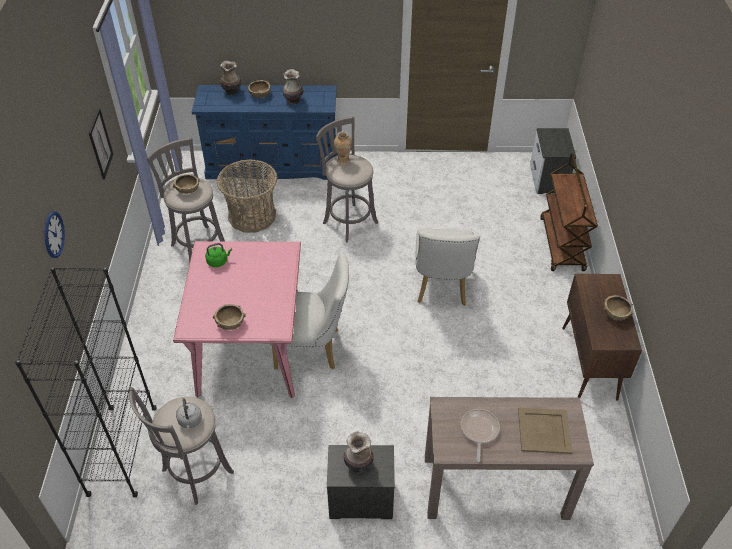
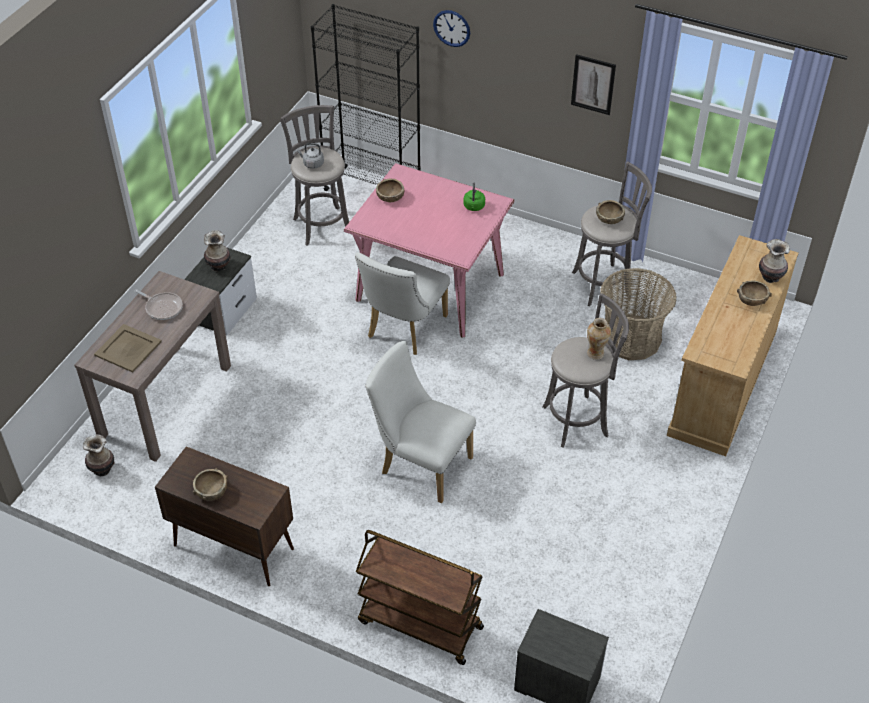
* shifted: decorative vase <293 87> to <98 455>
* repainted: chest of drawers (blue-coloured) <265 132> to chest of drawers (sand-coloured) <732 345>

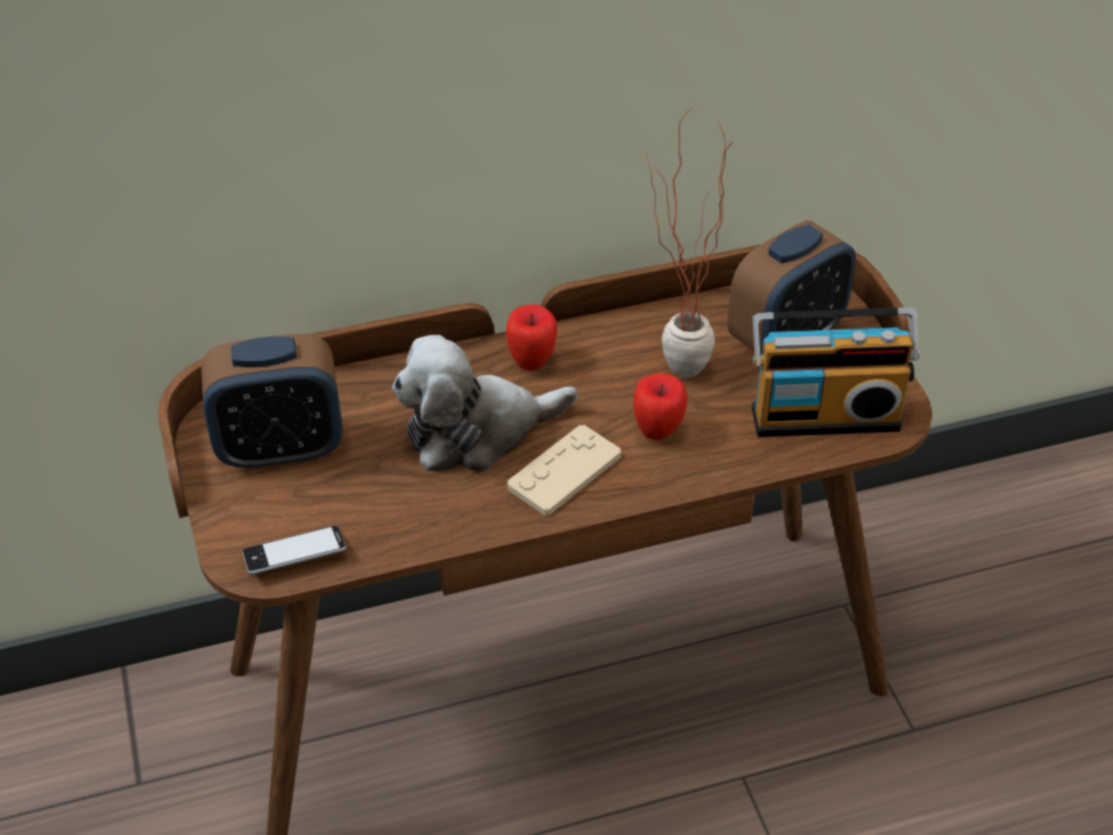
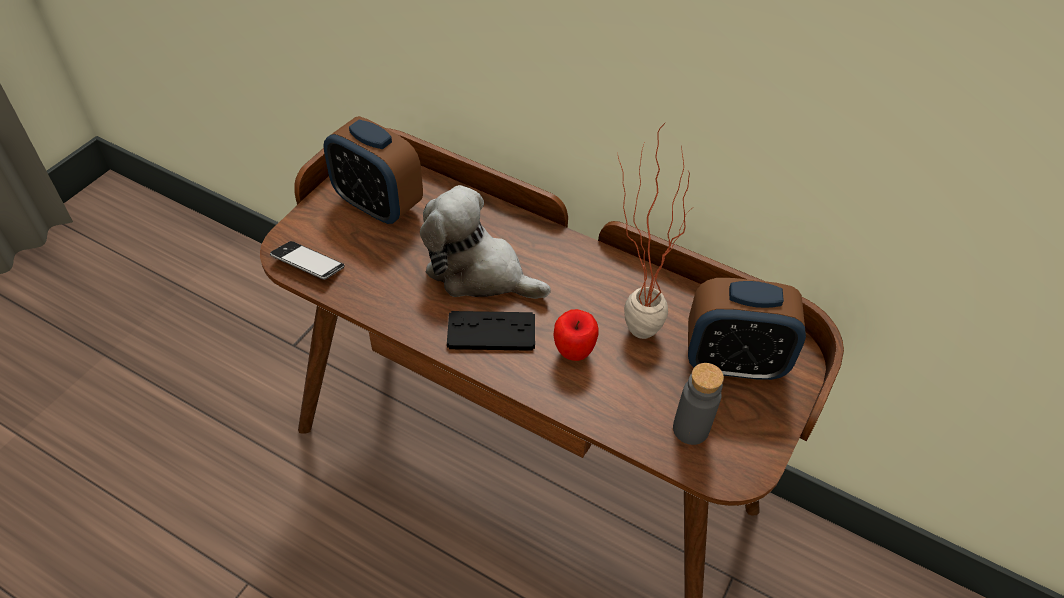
* repainted: game controller (sand-coloured) <564 470> to game controller (black) <491 331>
* swapped: radio receiver <836 372> to drink bottle (gray) <698 404>
* gone: apple <531 337>

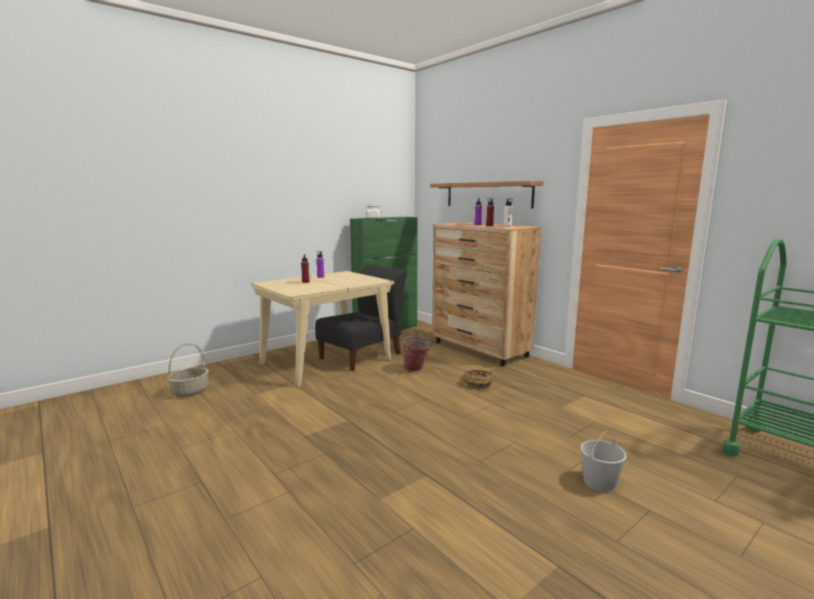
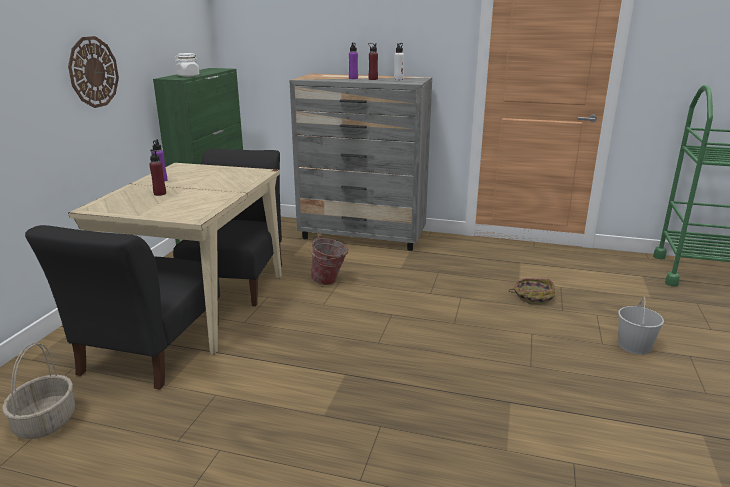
* new: chair (black) <122 307>
* new: clock on the wall <93 72>
* repainted: chest of drawers (brownish) <486 294> to chest of drawers (gray) <361 162>
* shifted: storage basket <478 379> to <531 291>
* gone: shelf <486 195>

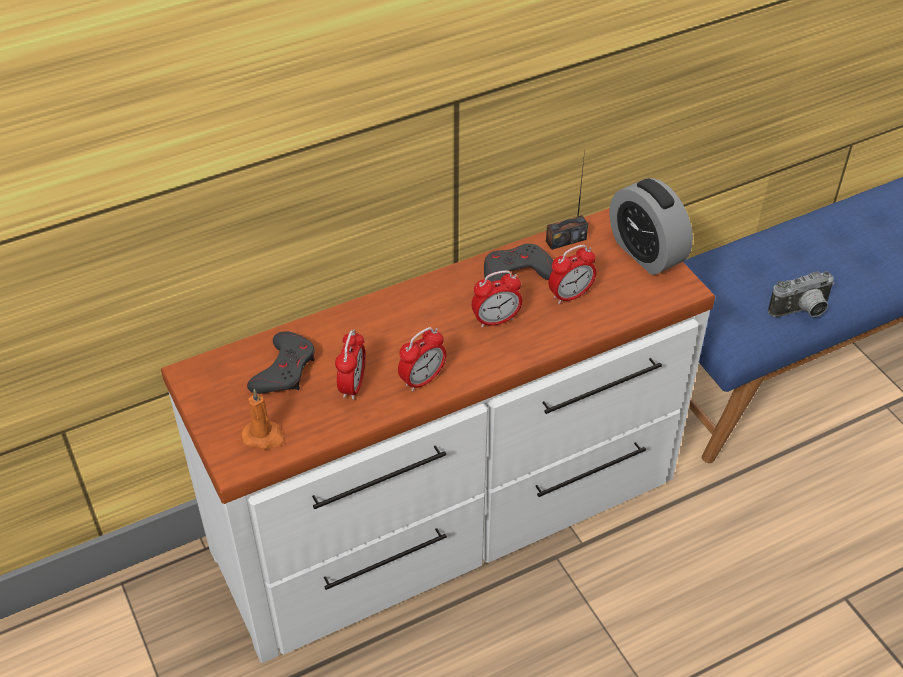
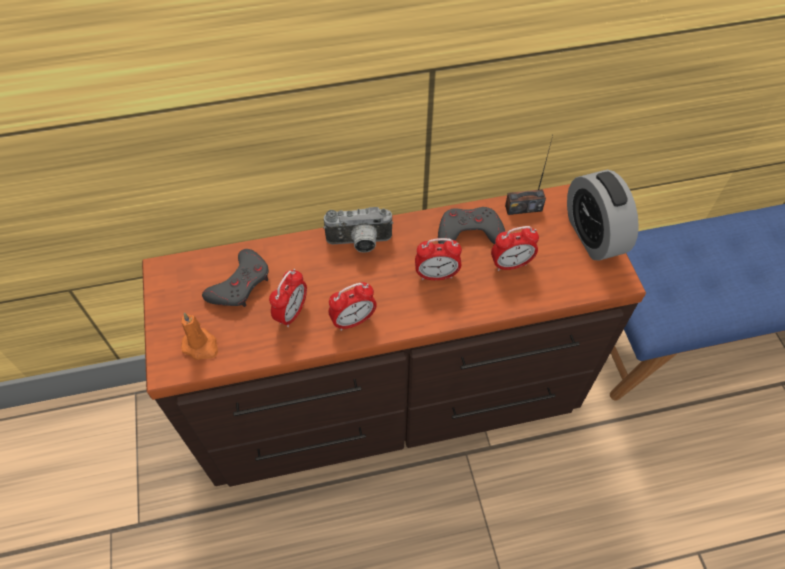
* repainted: chest of drawers (white-coloured) <438 435> to chest of drawers (brownish) <394 335>
* shifted: still camera <801 294> to <358 230>

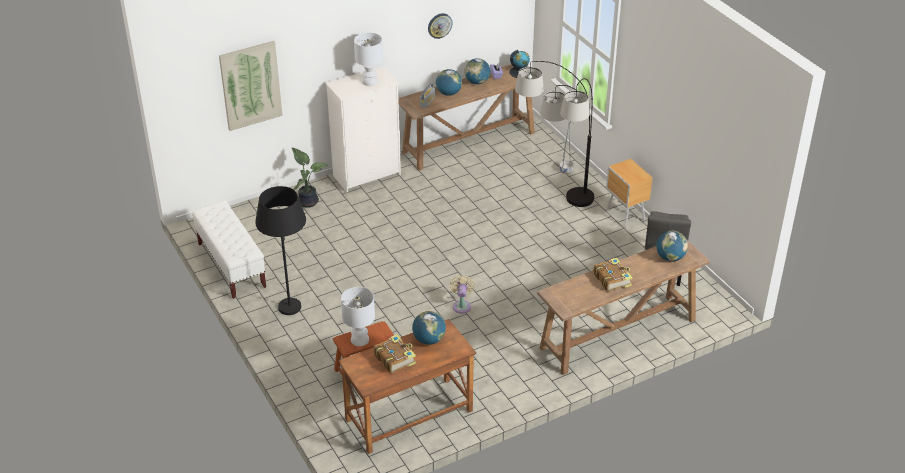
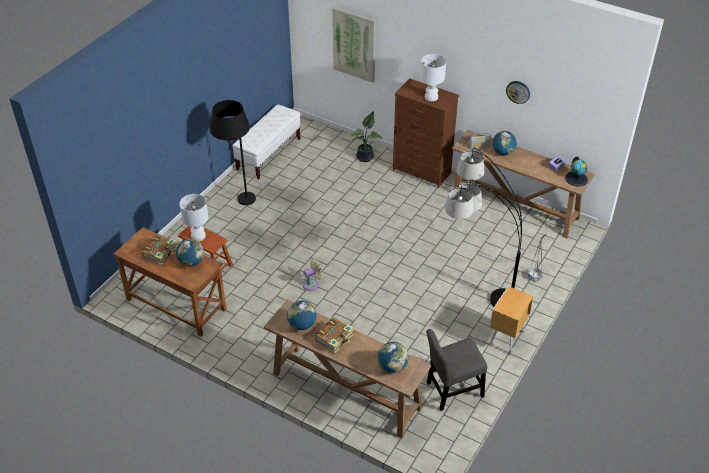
* shifted: world globe <477 71> to <301 315>
* repainted: chest of drawers (white-coloured) <363 129> to chest of drawers (brownish) <426 133>

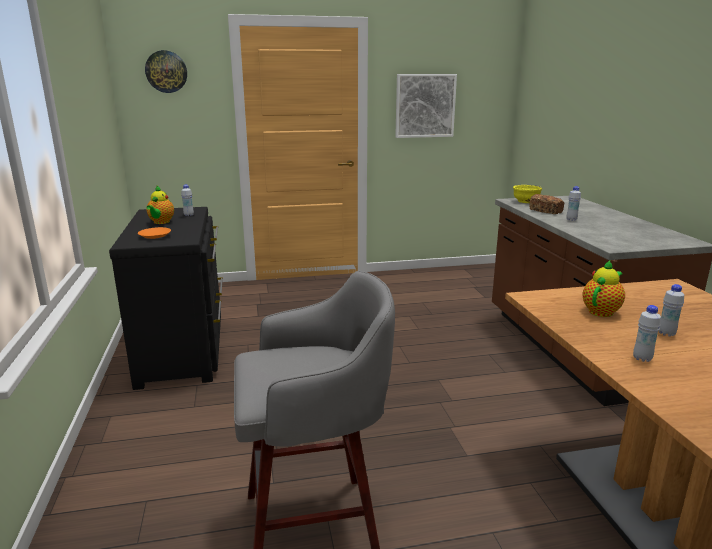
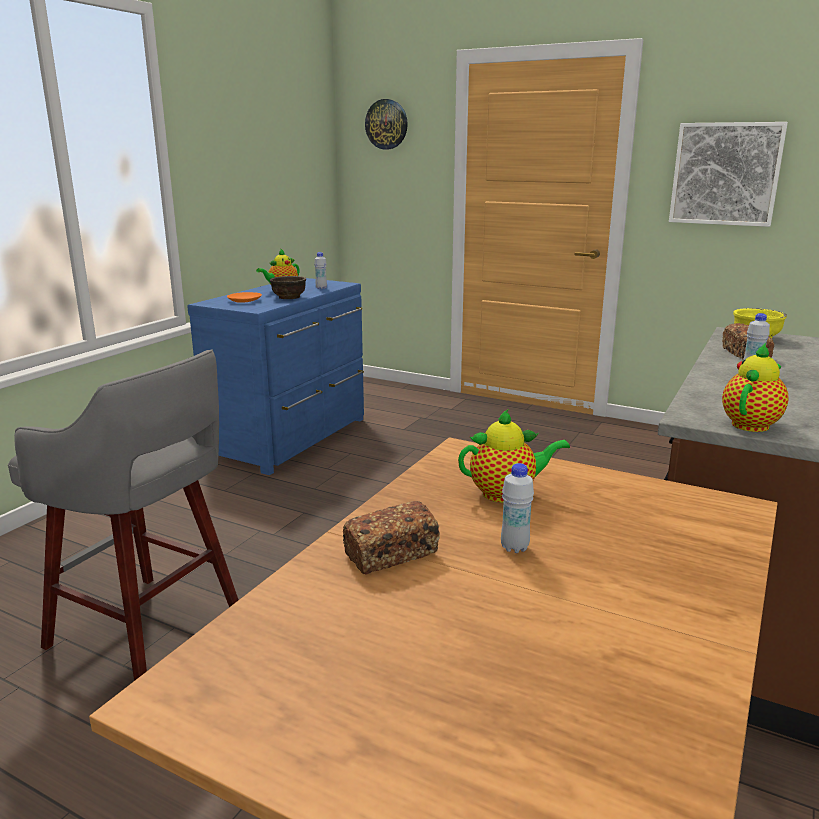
* repainted: chest of drawers (black) <166 298> to chest of drawers (blue-coloured) <275 376>
* new: deep dish (brownish) <288 287>
* swapped: drink bottle (white-coloured) <647 333> to baked bread <391 537>
* new: tea pot <755 387>

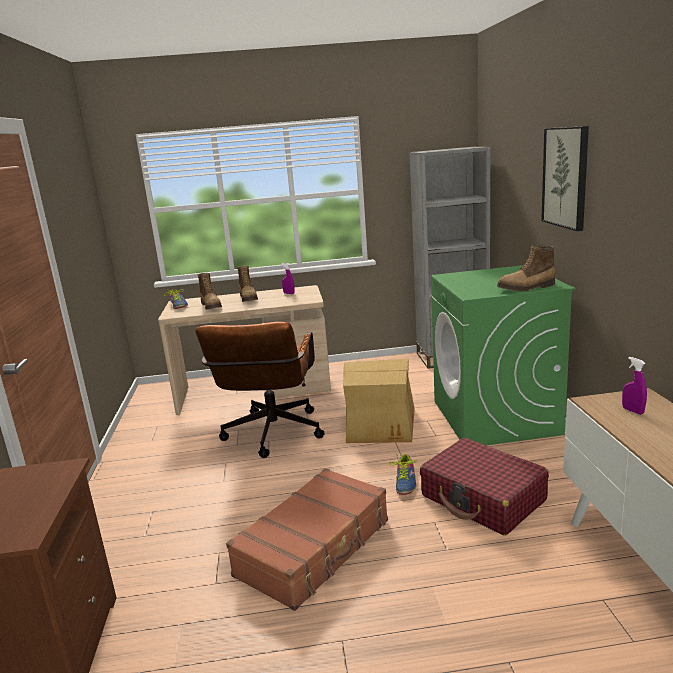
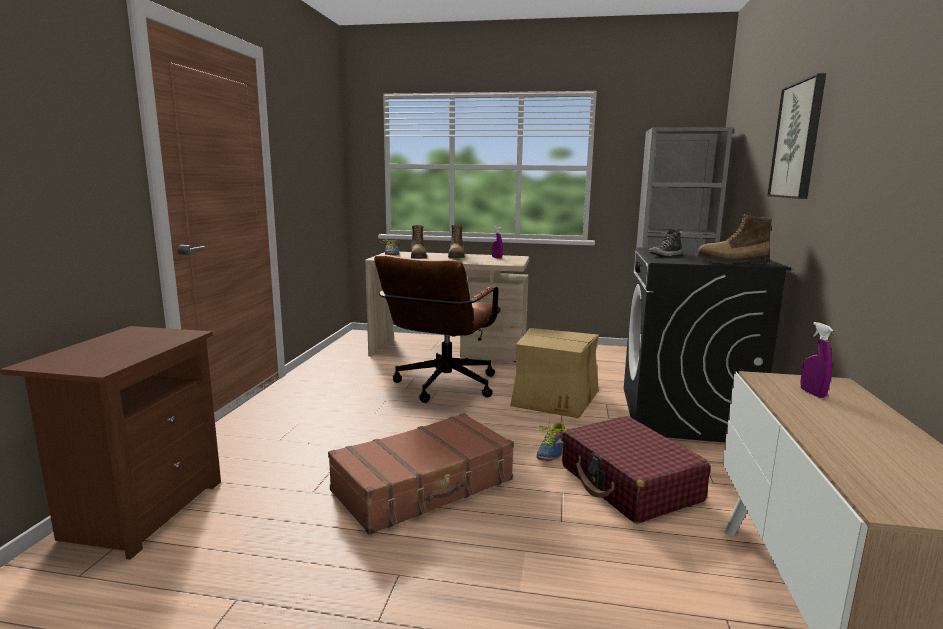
* repainted: laundry machine (green) <503 355> to laundry machine (black) <707 345>
* new: shoe <665 242>

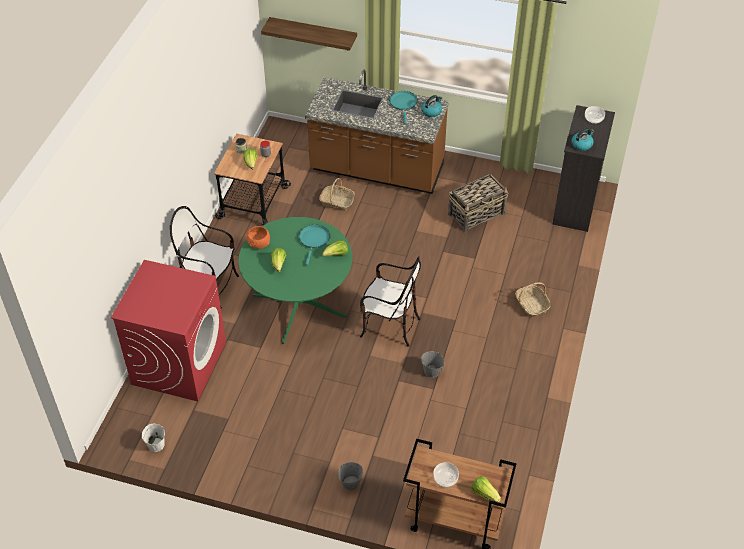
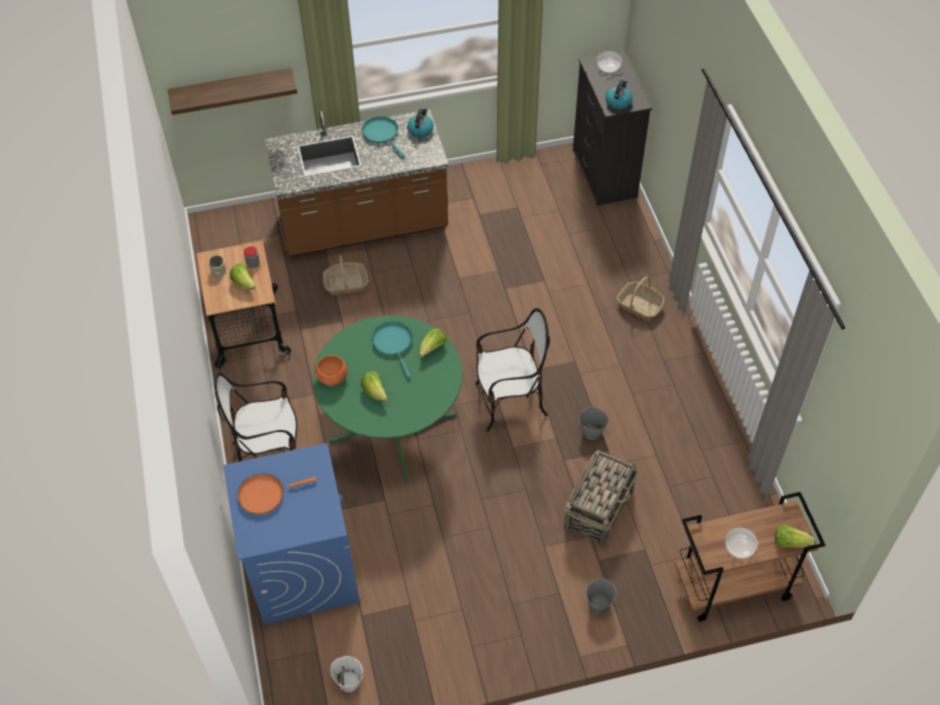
* repainted: laundry machine (red-coloured) <168 330> to laundry machine (blue-coloured) <291 534>
* new: skillet (orange-coloured) <277 494>
* shifted: storage basket <478 203> to <601 498>

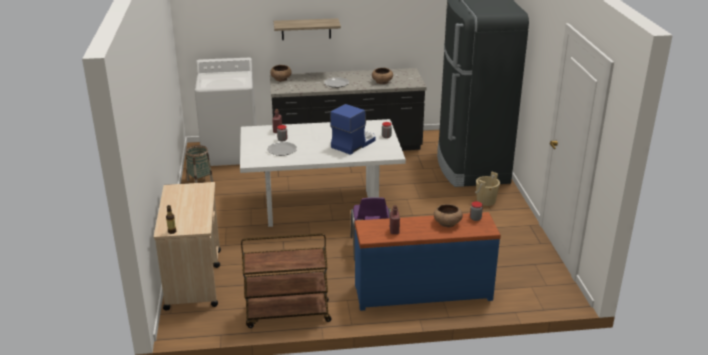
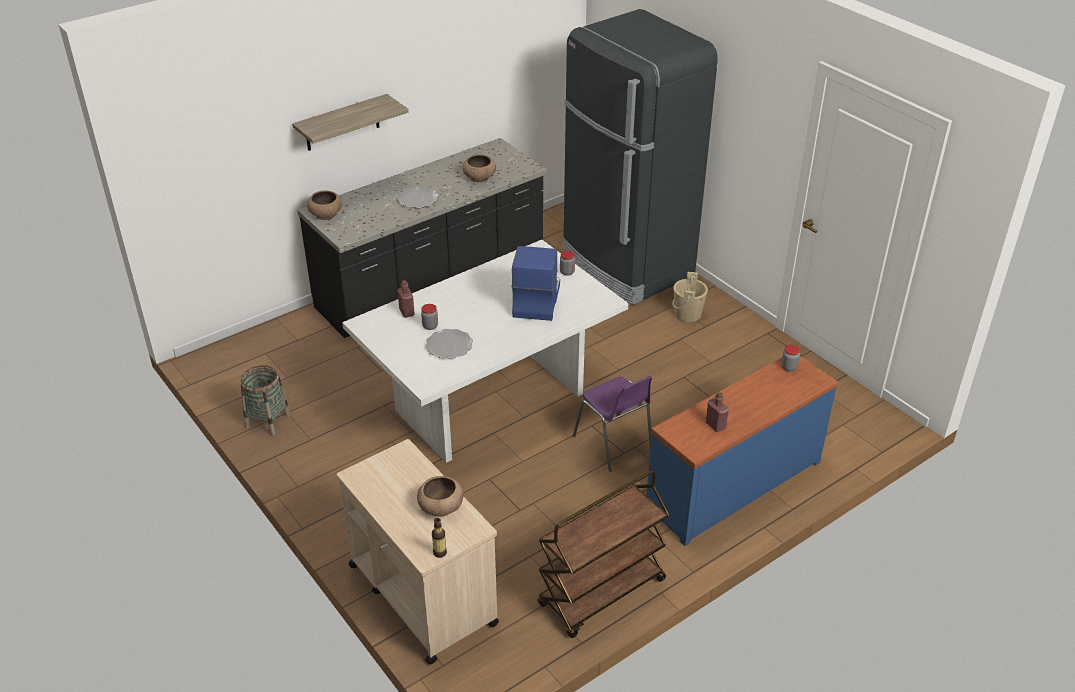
* shifted: deep dish (brownish) <448 215> to <440 496>
* gone: laundry machine (white-coloured) <225 112>

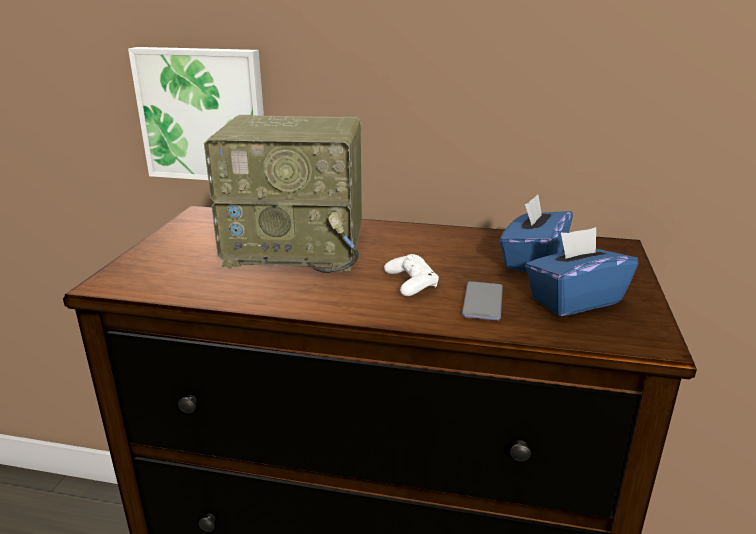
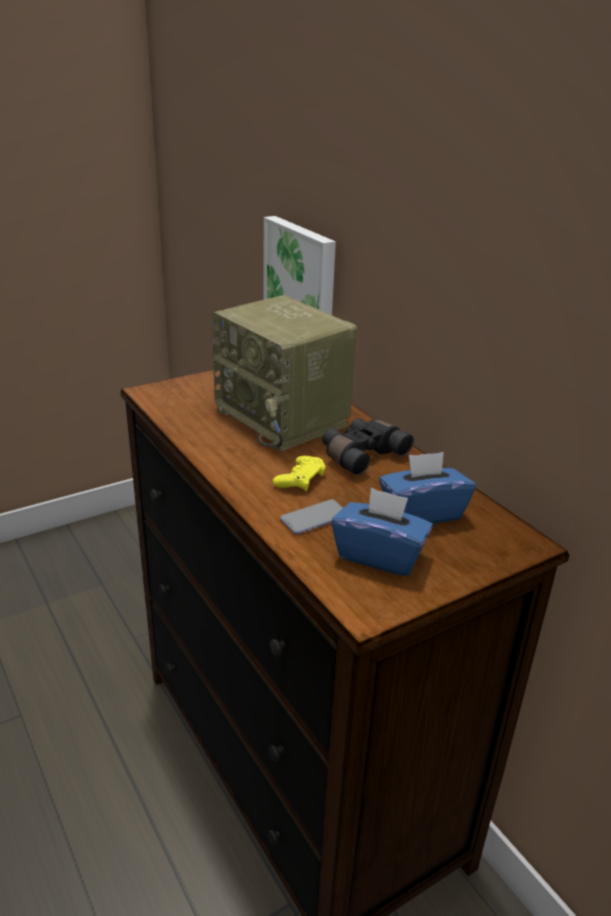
* repainted: game controller (white-coloured) <411 275> to game controller (yellow-coloured) <299 473>
* new: field glasses (black) <368 446>

